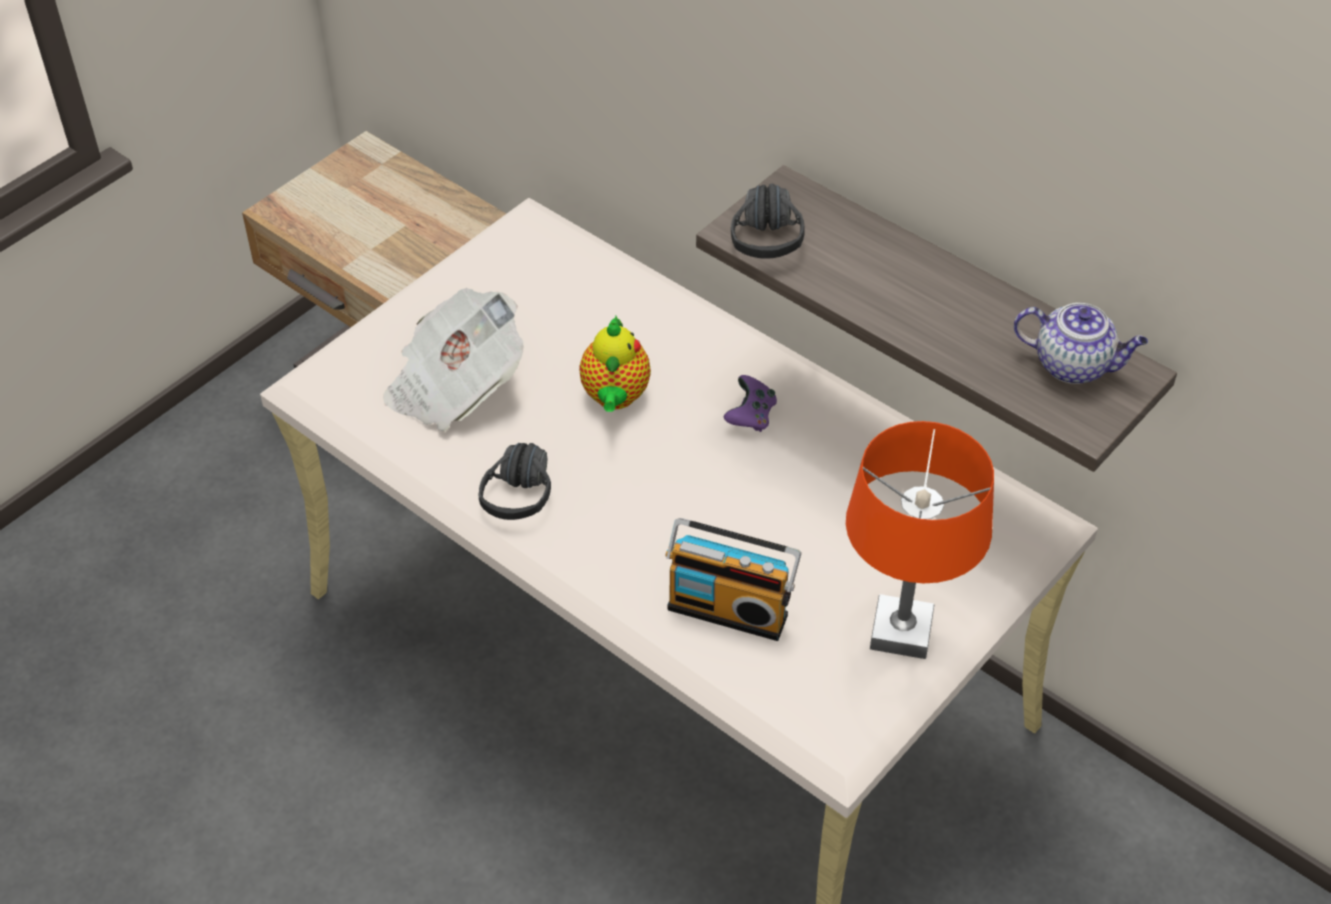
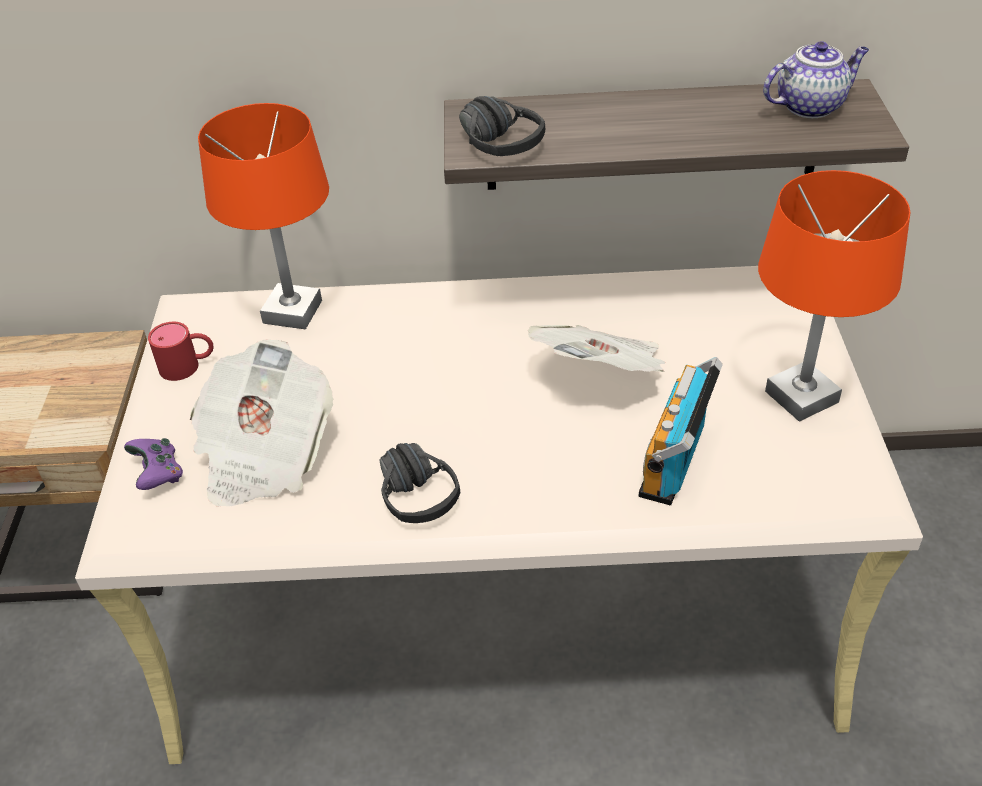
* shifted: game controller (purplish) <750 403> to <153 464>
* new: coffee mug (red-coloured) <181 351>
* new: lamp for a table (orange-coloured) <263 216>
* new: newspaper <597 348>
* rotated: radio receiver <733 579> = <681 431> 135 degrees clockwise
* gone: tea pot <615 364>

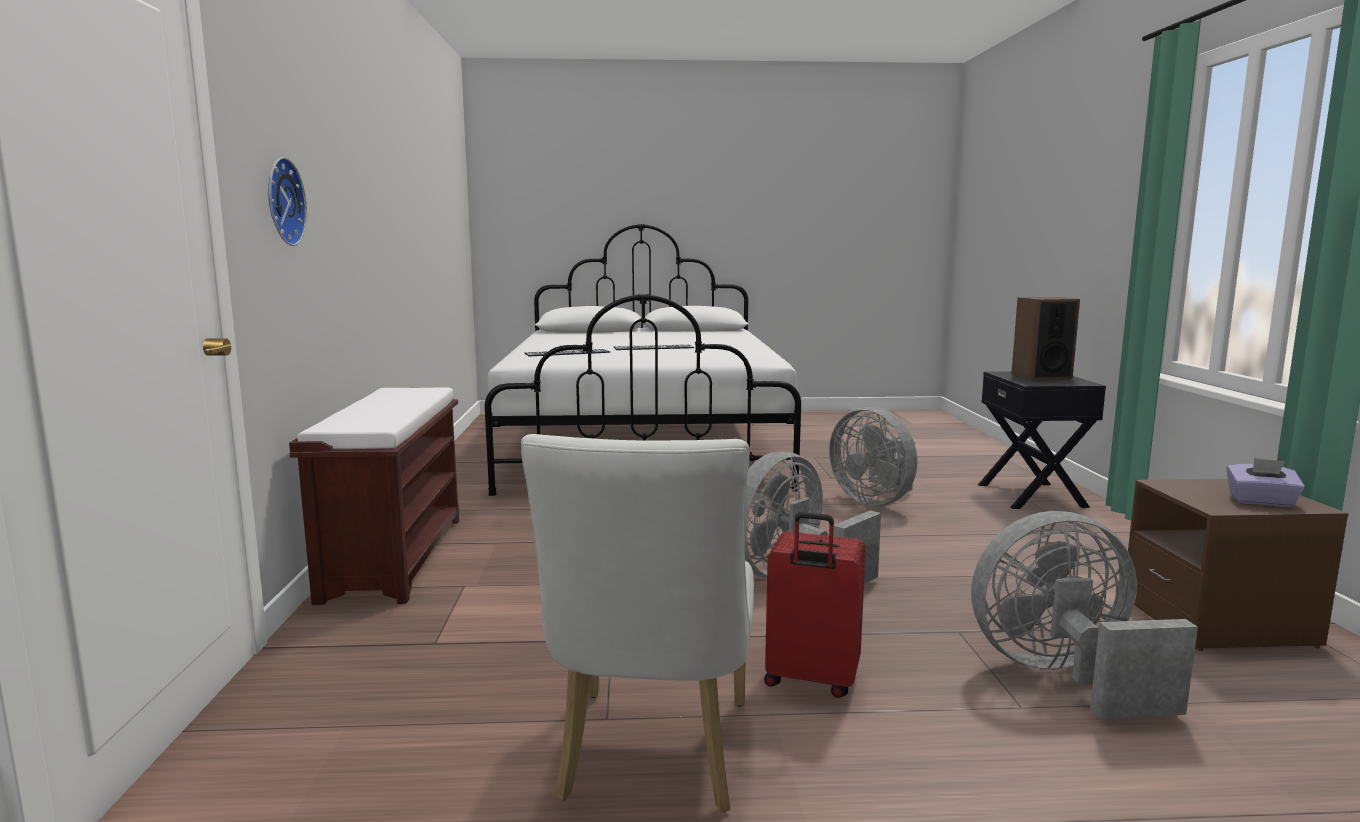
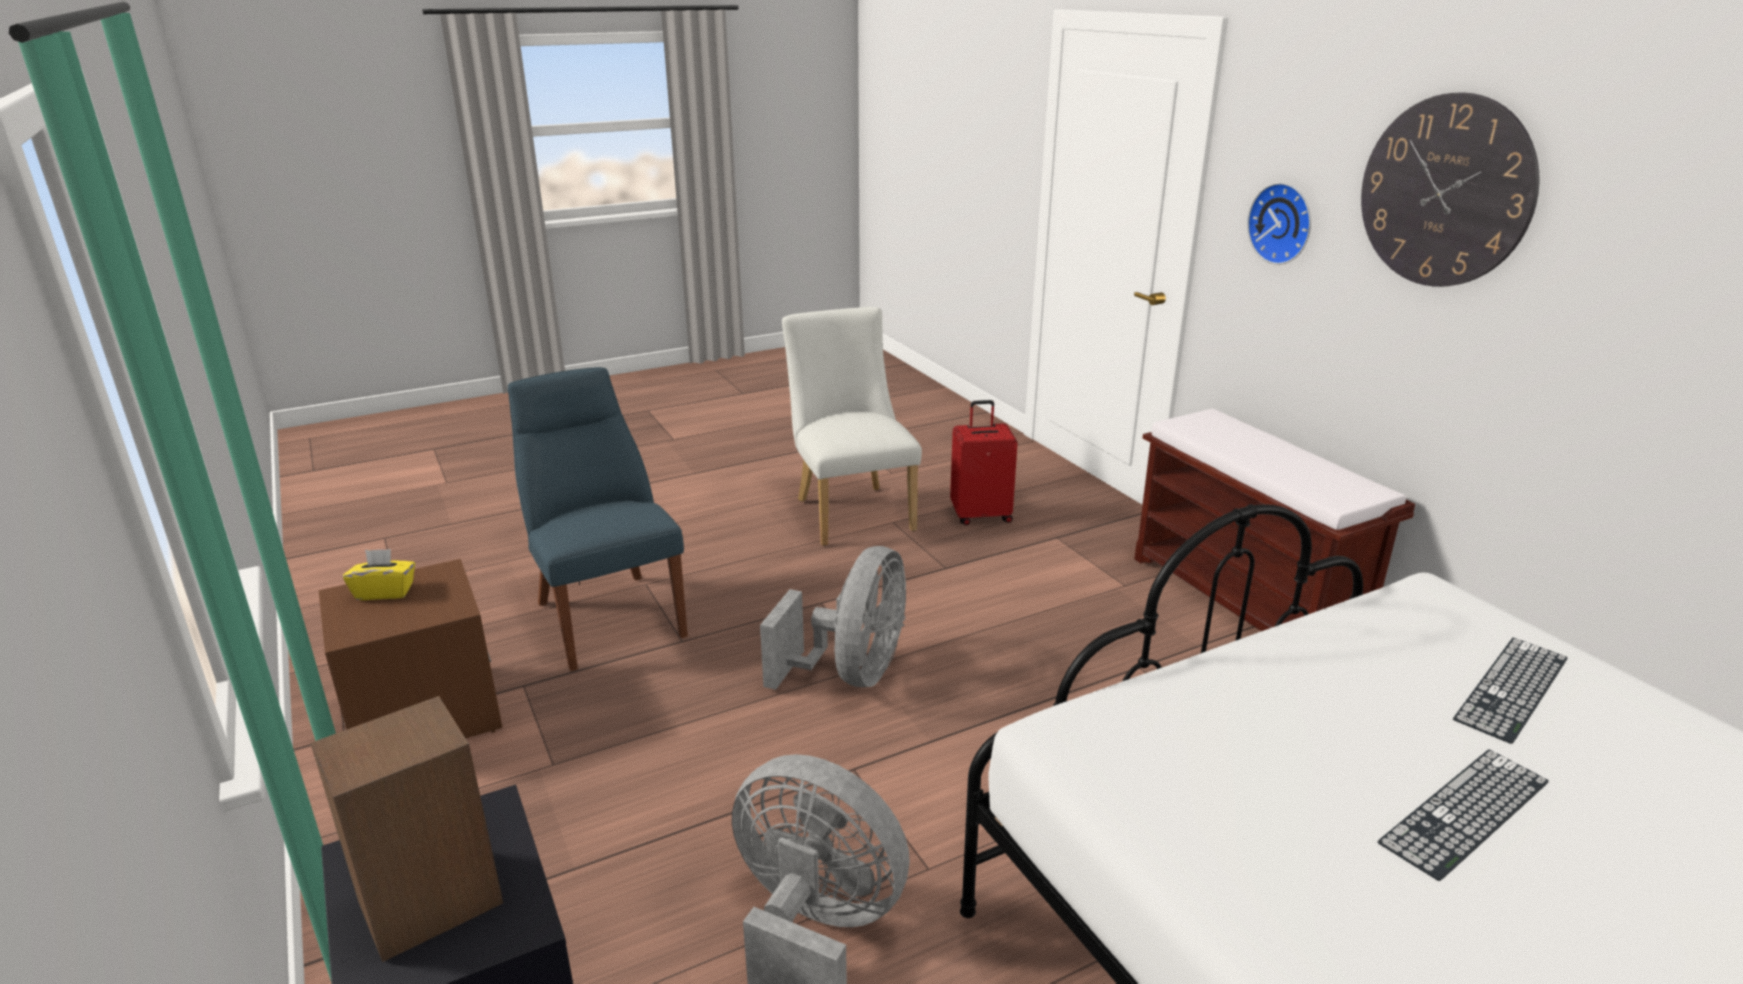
* repainted: box of tissues (purplish) <1266 482> to box of tissues (yellow-coloured) <379 574>
* swapped: cooling fan (gray) <1084 615> to chair (blue-coloured) <598 519>
* shifted: travel case (red-coloured) <815 605> to <984 462>
* new: clock on the wall <1450 190>

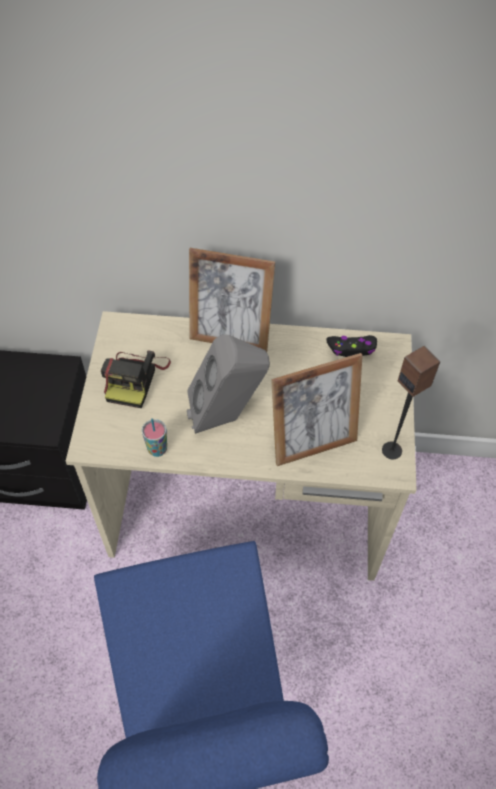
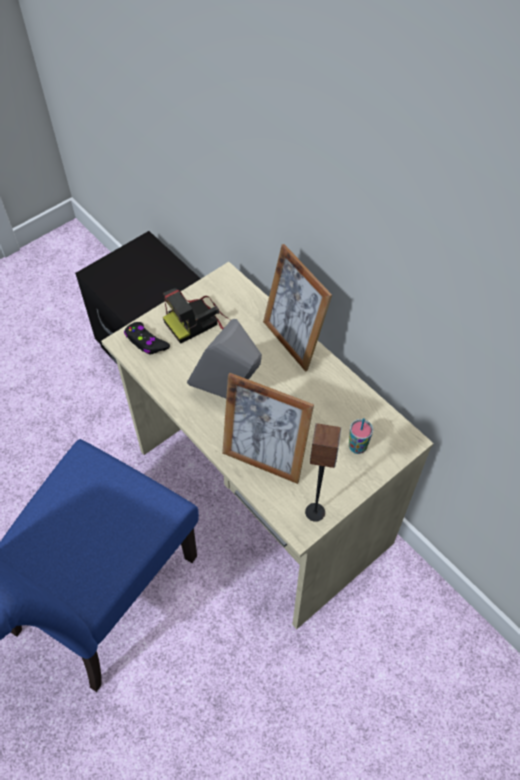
* shifted: game controller (black) <351 346> to <147 338>
* shifted: small cup <154 437> to <361 436>

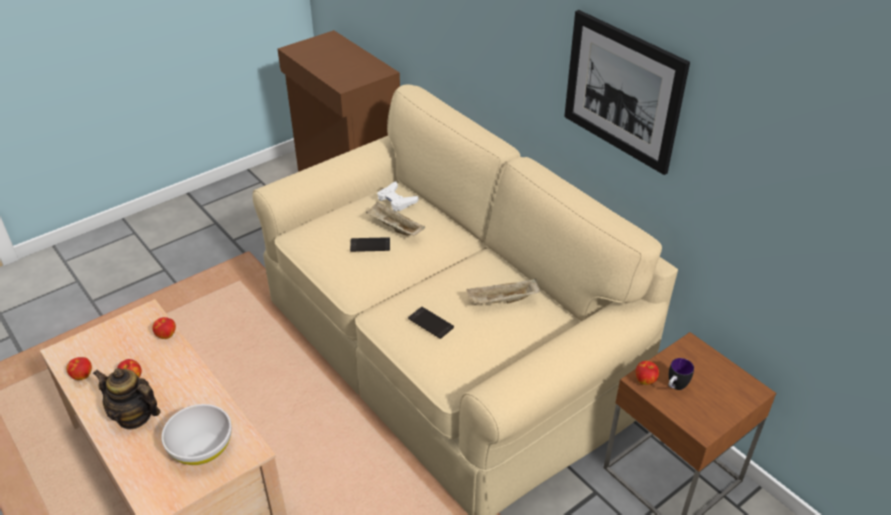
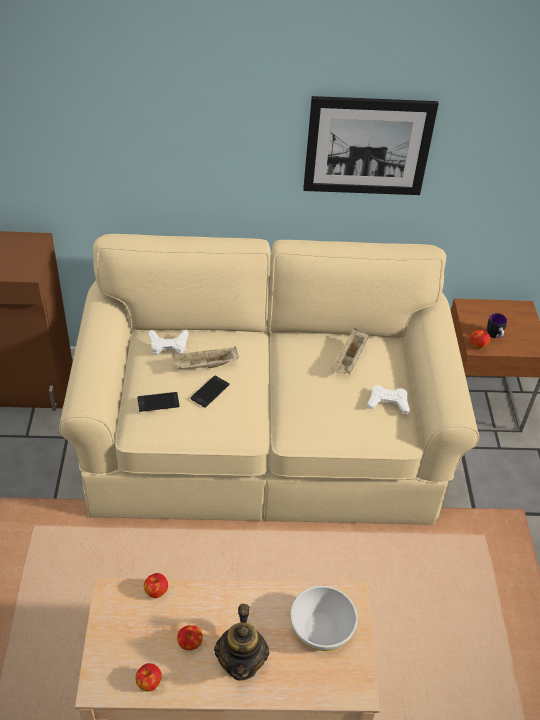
* shifted: phone <431 323> to <158 402>
* rotated: tea pot <126 398> = <241 642> 60 degrees counterclockwise
* new: game controller (white-coloured) <388 399>

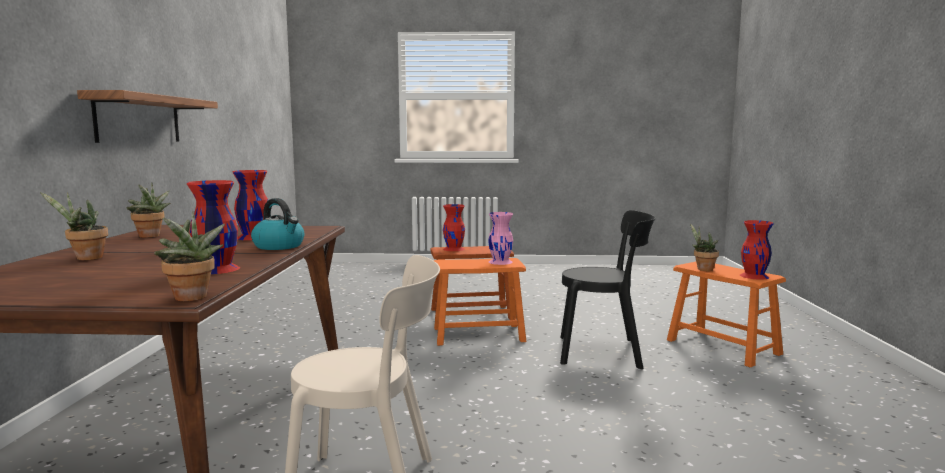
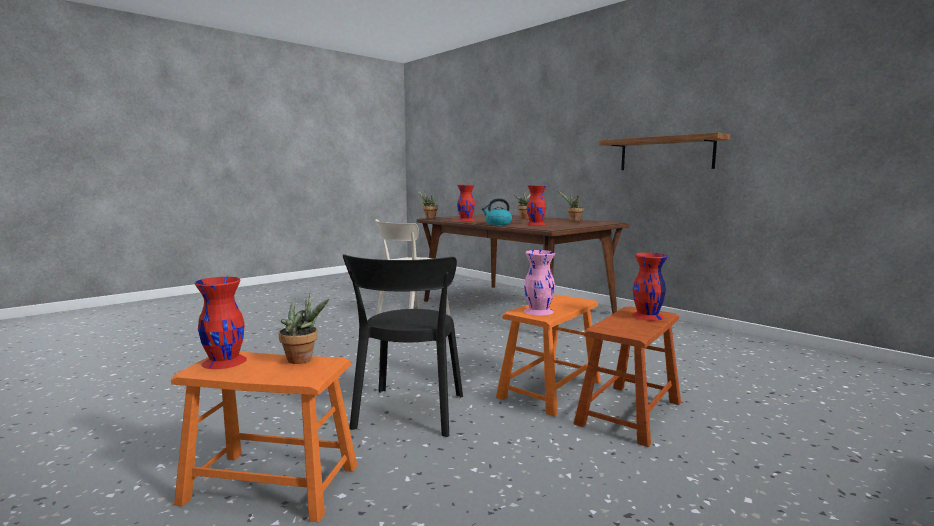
* rotated: chair (black) <608 289> = <403 345> 45 degrees counterclockwise

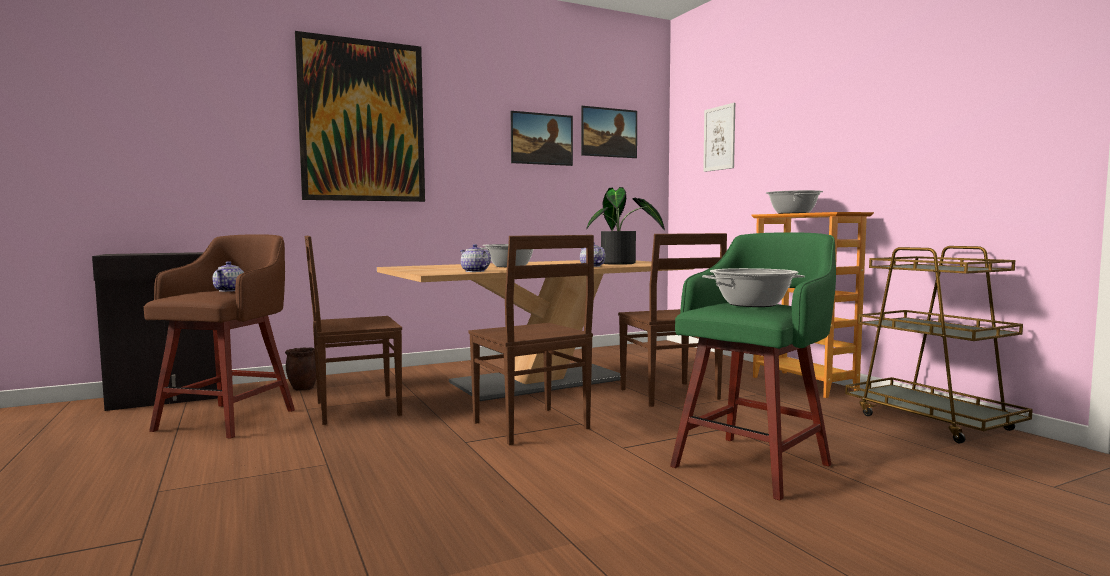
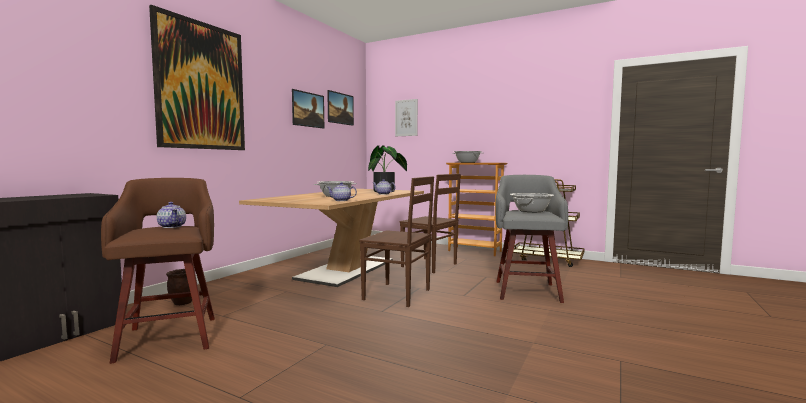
* repainted: sitting stool (green) <753 366> to sitting stool (gray) <531 239>
* gone: chair (brownish) <353 330>

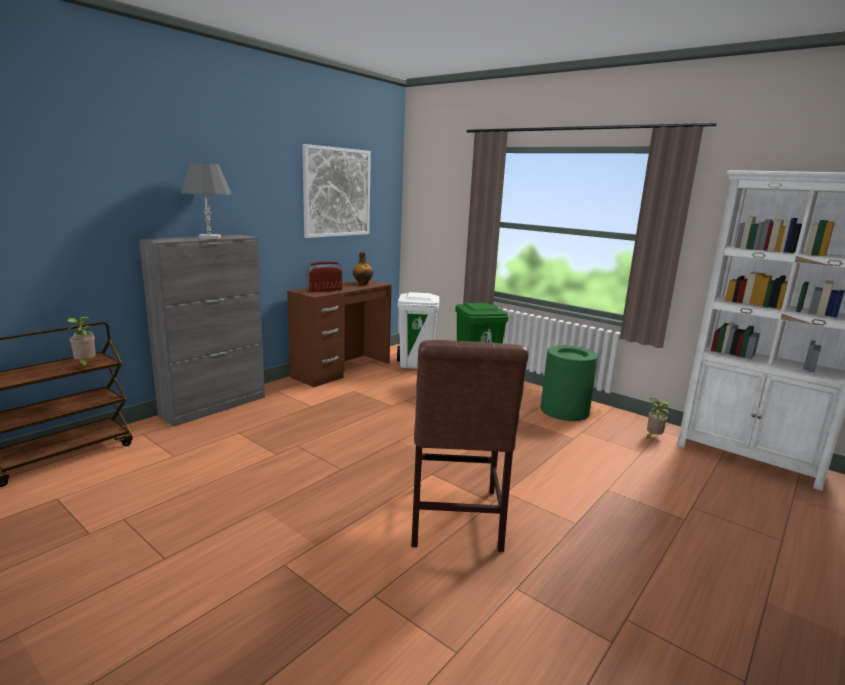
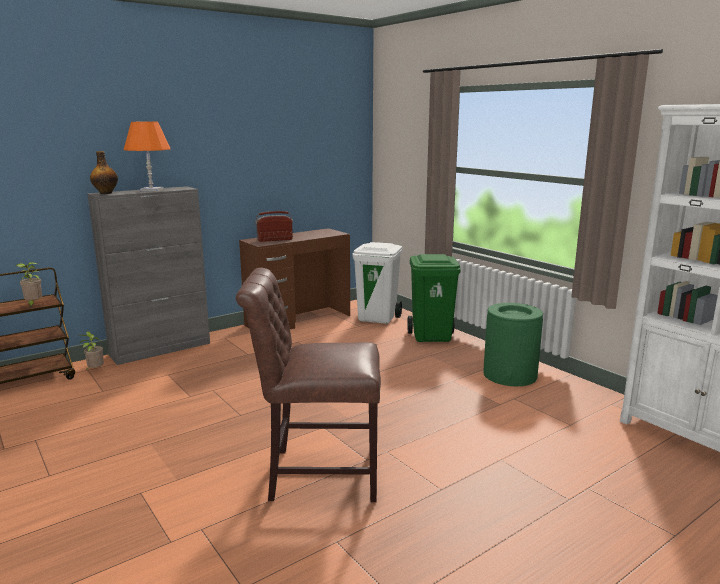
* shifted: houseplant <657 418> to <91 350>
* shifted: drink bottle <363 268> to <104 172>
* repainted: lamp for a table (gray) <206 201> to lamp for a table (orange-coloured) <147 157>
* rotated: chair (brownish) <470 446> = <308 385> 75 degrees clockwise
* gone: wall art <336 191>

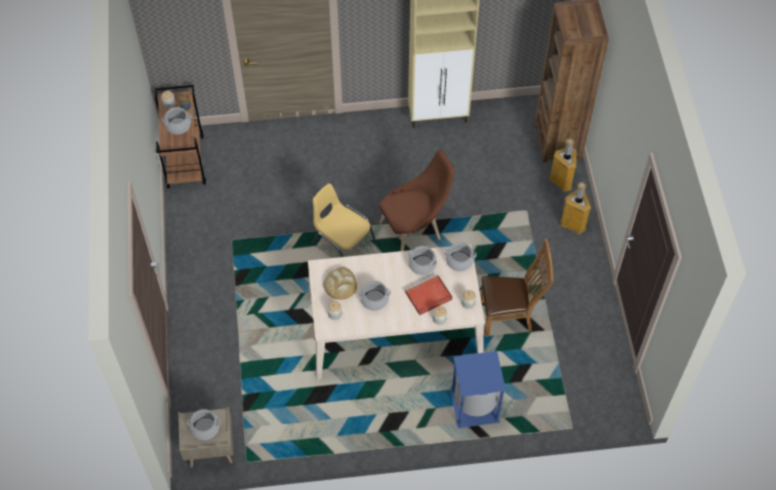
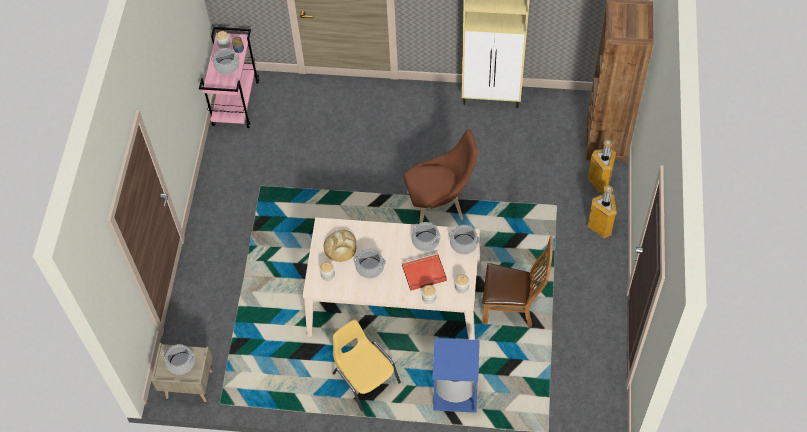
* repainted: trolley (brownish) <180 136> to trolley (pink) <229 77>
* shifted: chair (yellow-coloured) <344 220> to <366 365>

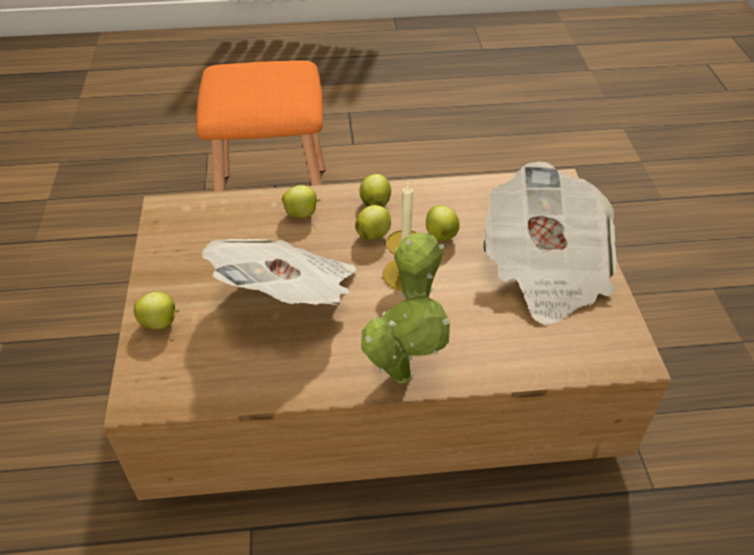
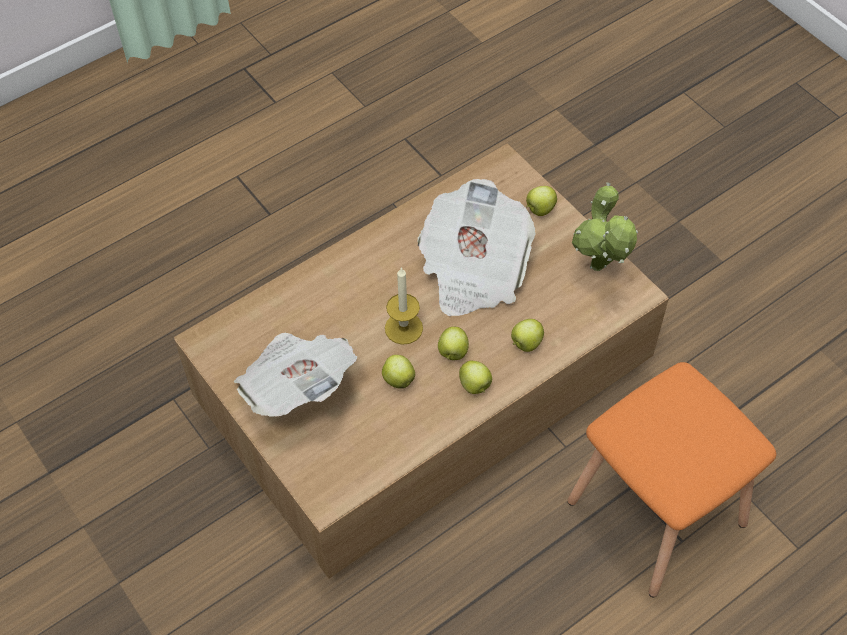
* shifted: houseplant <405 308> to <605 226>

